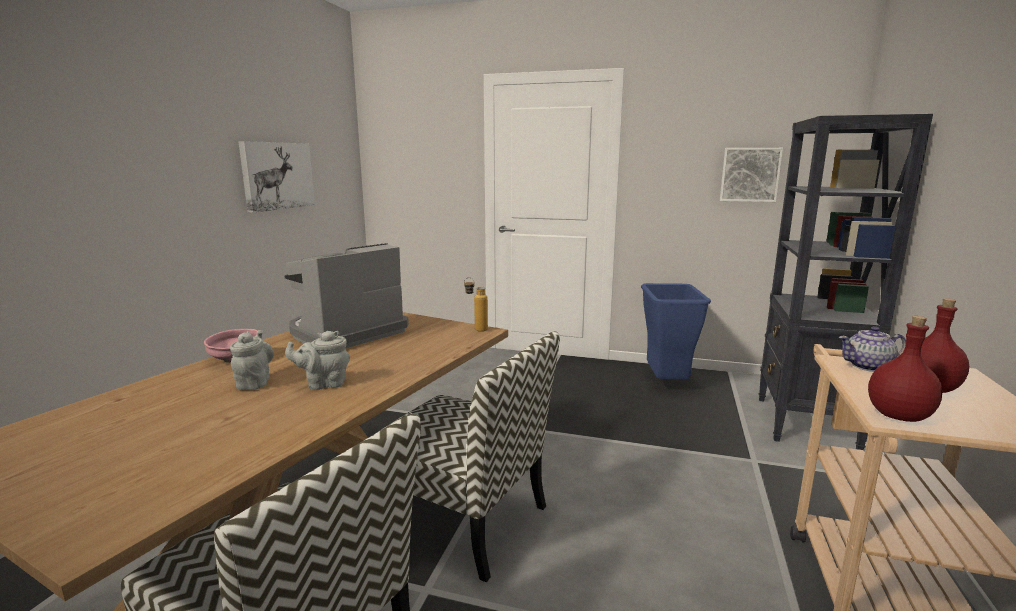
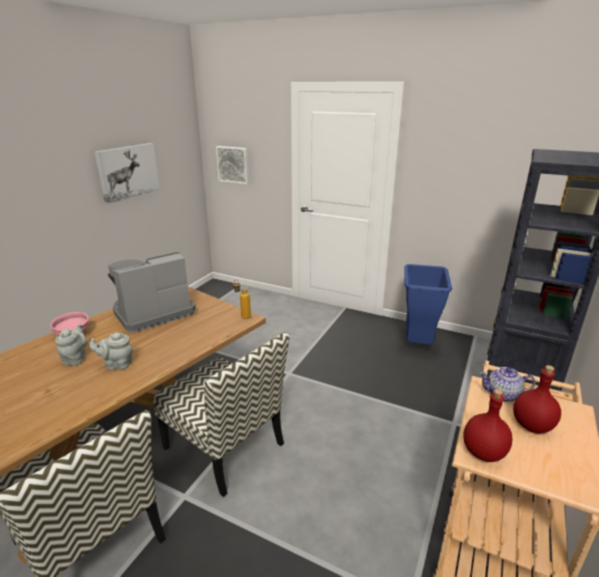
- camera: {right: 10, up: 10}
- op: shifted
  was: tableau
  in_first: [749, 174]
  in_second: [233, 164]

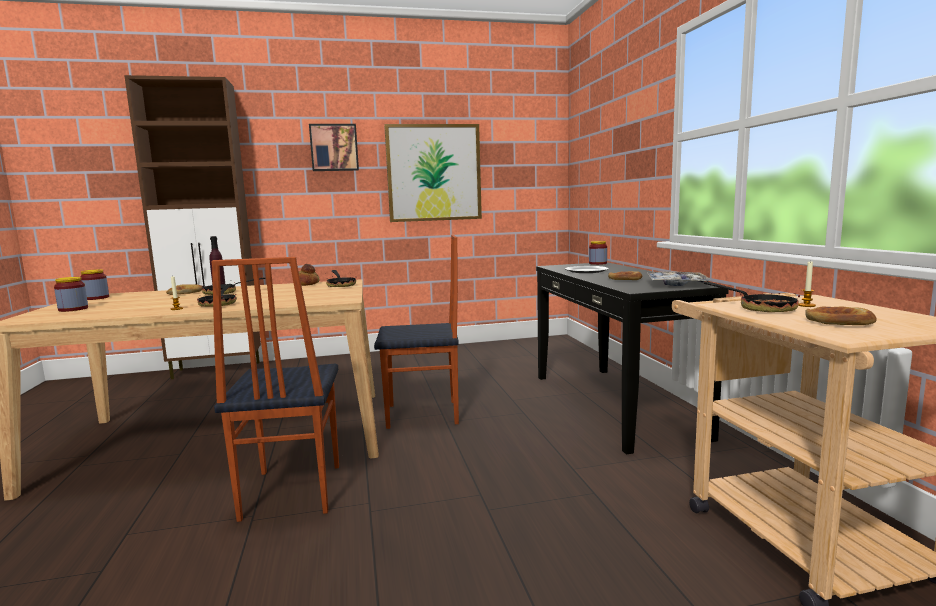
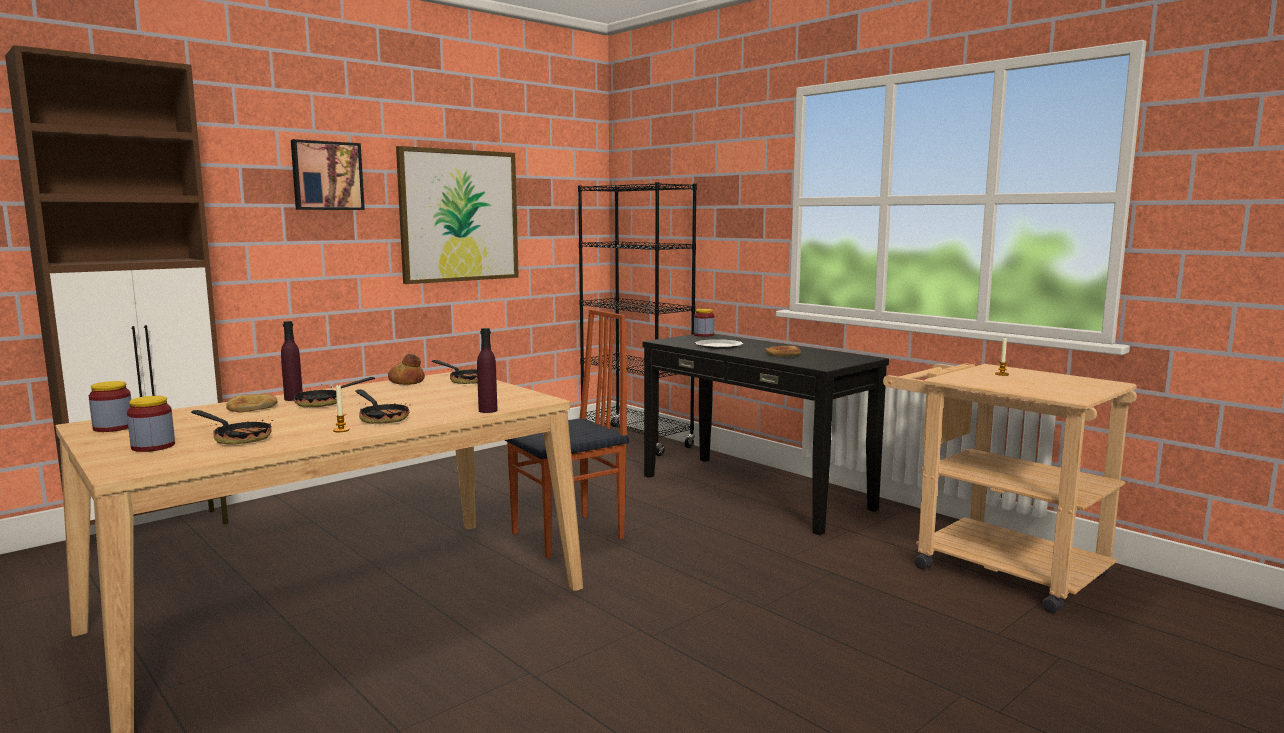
- camera: {right: -30, up: 0}
- op: shifted
  was: poêle
  in_first: [759, 308]
  in_second: [237, 438]
- op: new
  now: bouteille (violet)
  in_second: [488, 410]
- op: new
  now: bibliothèque (noir)
  in_second: [636, 440]
- op: gone
  was: chaise
  in_first: [290, 492]
- op: gone
  was: plateau
  in_first: [676, 284]
- op: gone
  was: pain
  in_first: [838, 321]

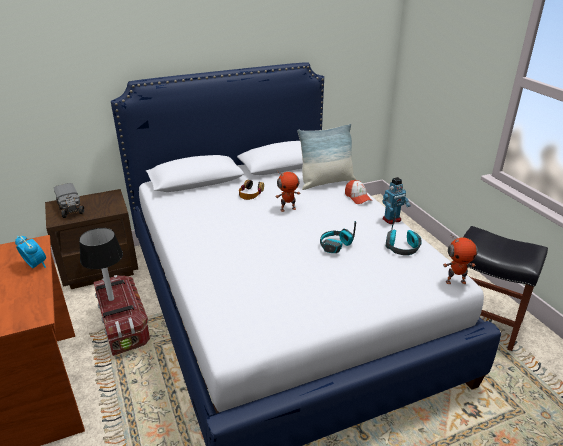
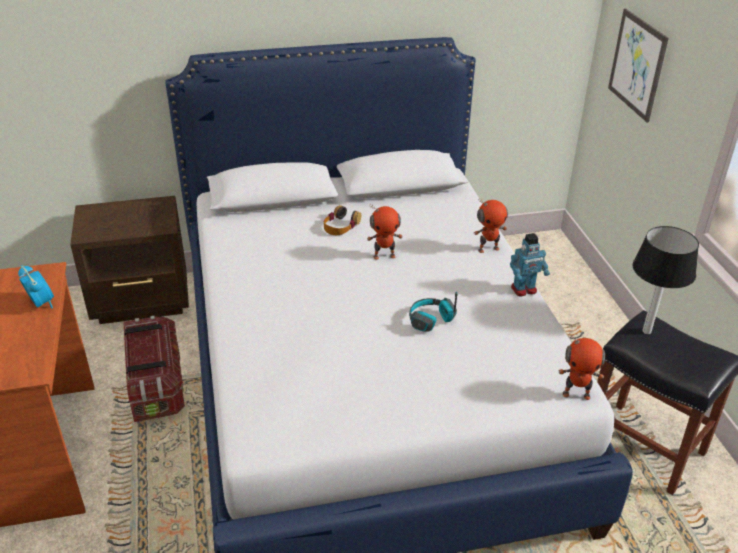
- camera: {right: 10, up: 5}
- op: swapped
  was: casquette
  now: robot jouet
  in_first: [357, 197]
  in_second: [488, 249]
- op: new
  now: tableau
  in_second: [637, 64]
- op: shifted
  was: lampe de table
  in_first: [111, 299]
  in_second: [647, 332]
- op: gone
  was: camion jouet
  in_first: [70, 208]
- op: gone
  was: coussin
  in_first: [326, 182]
- op: gone
  was: casque audio
  in_first: [402, 247]

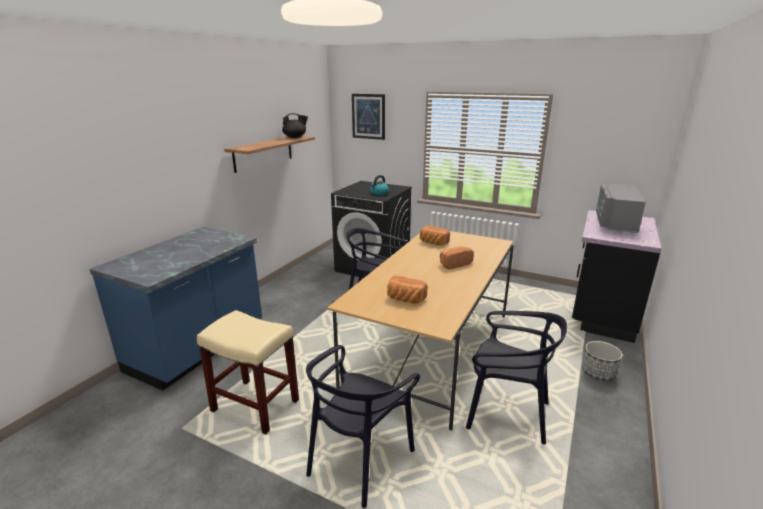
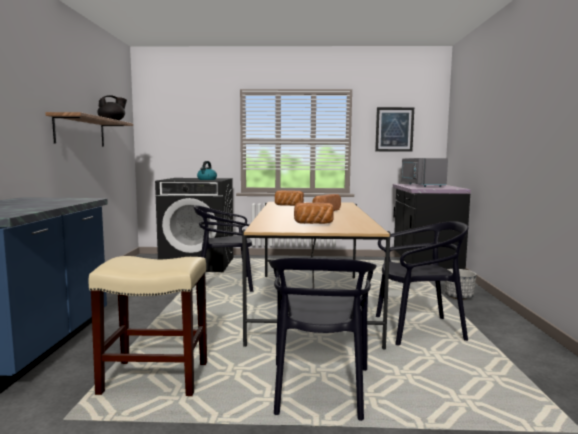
- camera: {right: -25, up: -15}
- op: shifted
  was: tableau
  in_first: [368, 116]
  in_second: [394, 129]

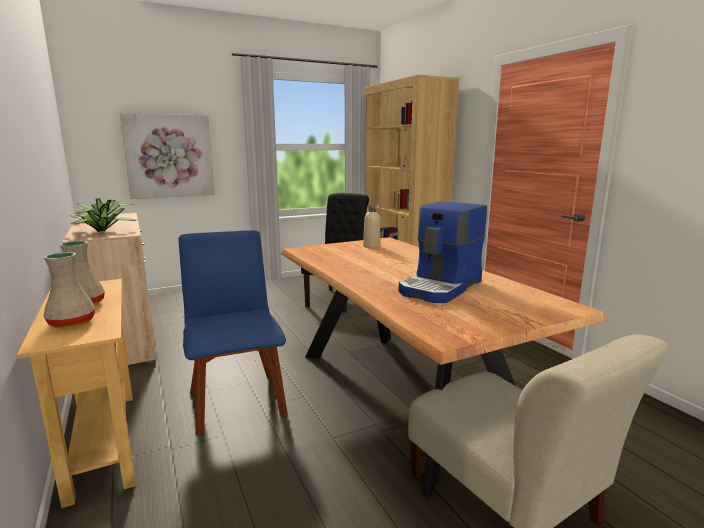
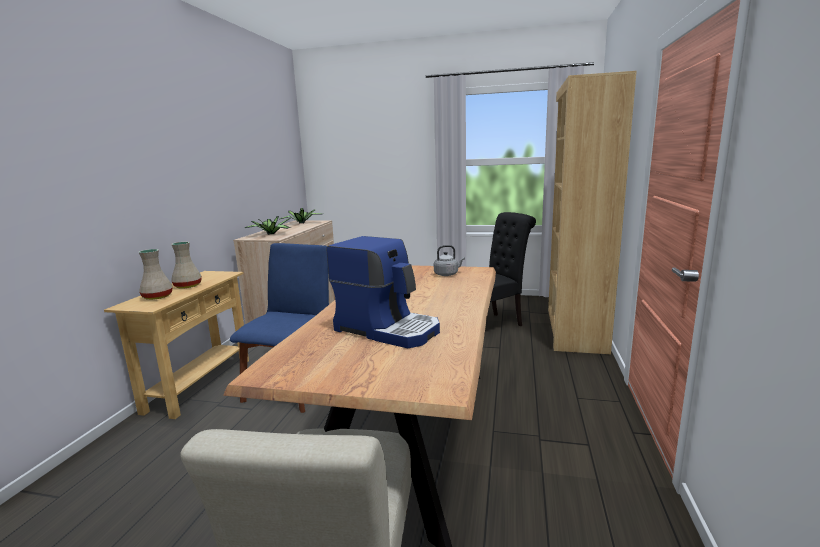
- camera: {right: 40, up: 0}
- op: rotated
  was: machine à café
  in_first: [441, 287]
  in_second: [388, 329]
  clockwise: -135
- op: swapped
  was: bouteille (beige)
  now: bouilloire (gris)
  in_first: [371, 246]
  in_second: [447, 274]
- op: gone
  was: tableau
  in_first: [169, 156]

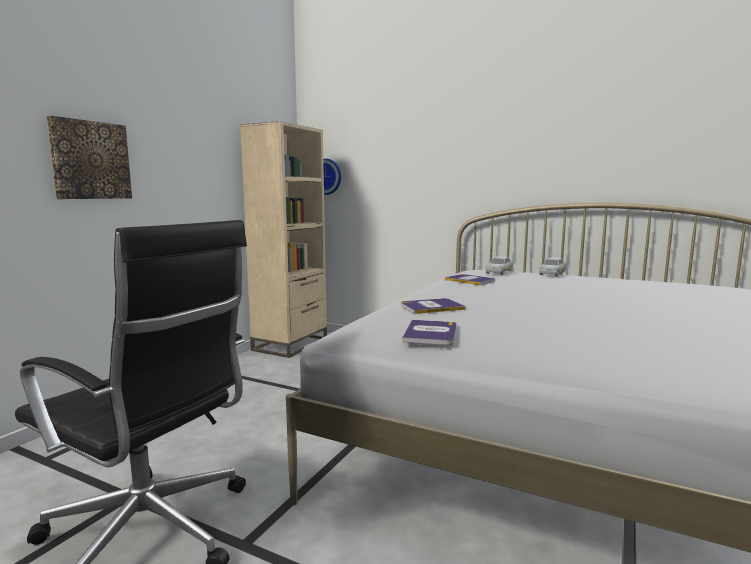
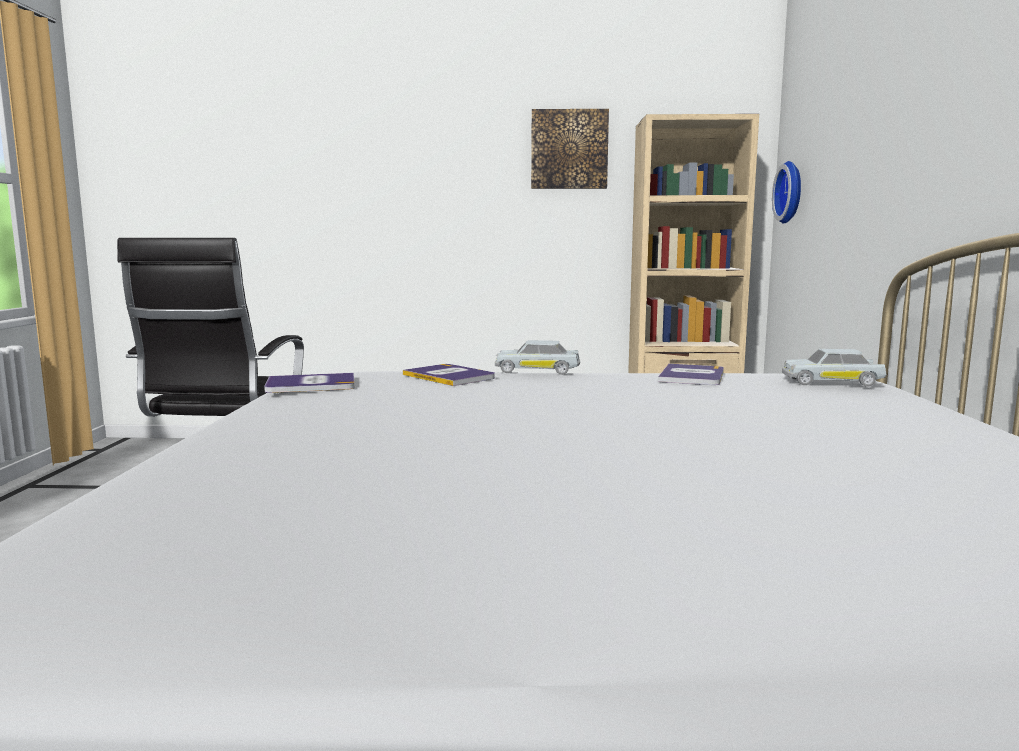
- camera: {right: 65, up: 0}
- op: shifted
  was: petite voiture (blanc)
  in_first: [552, 273]
  in_second: [537, 371]
- op: shifted
  was: tableau
  in_first: [90, 160]
  in_second: [569, 149]

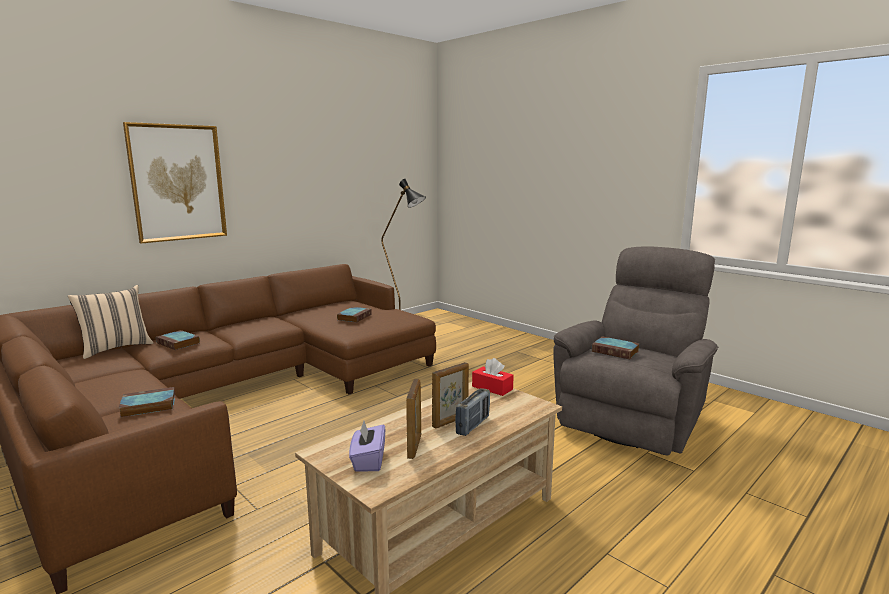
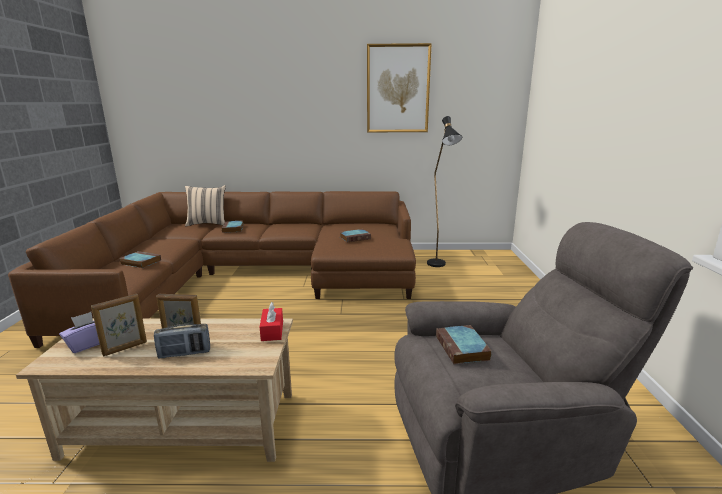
- camera: {right: 45, up: 5}
- op: shifted
  was: tableau
  in_first: [177, 183]
  in_second: [398, 89]

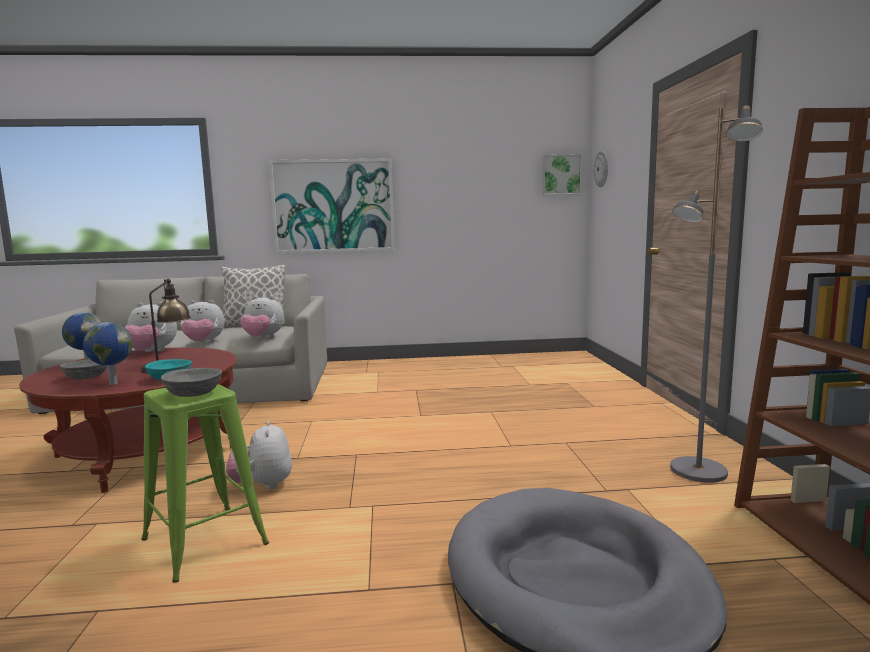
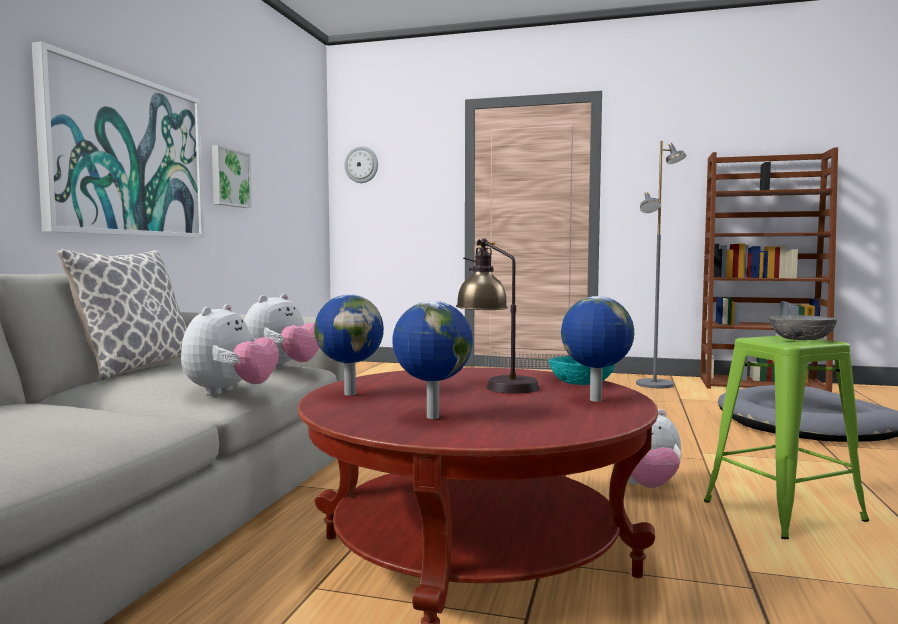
- camera: {right: -70, up: -5}
- op: shifted
  was: tableau
  in_first: [561, 175]
  in_second: [229, 178]
- op: swapped
  was: peluche
  now: globe
  in_first: [151, 352]
  in_second: [350, 394]
- op: gone
  was: bol (gris)
  in_first: [86, 377]

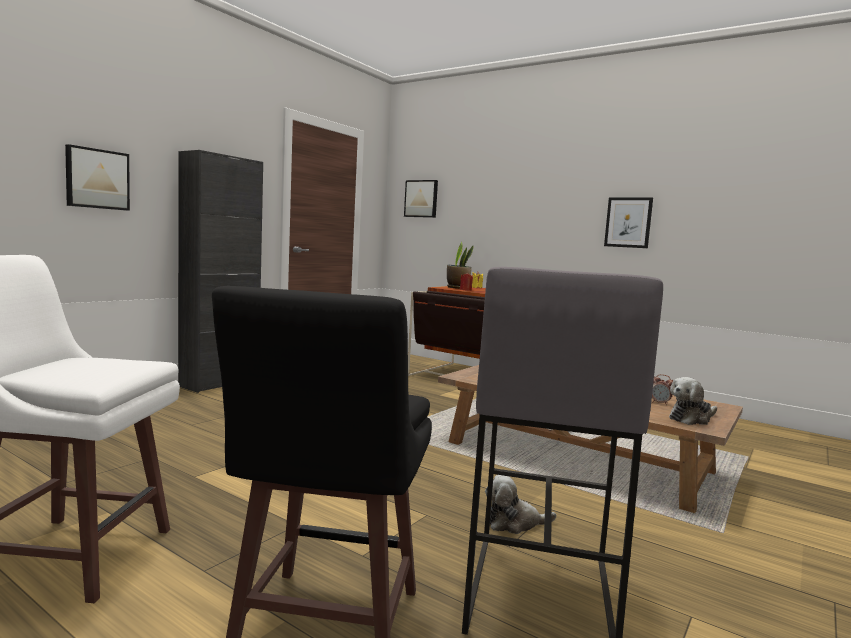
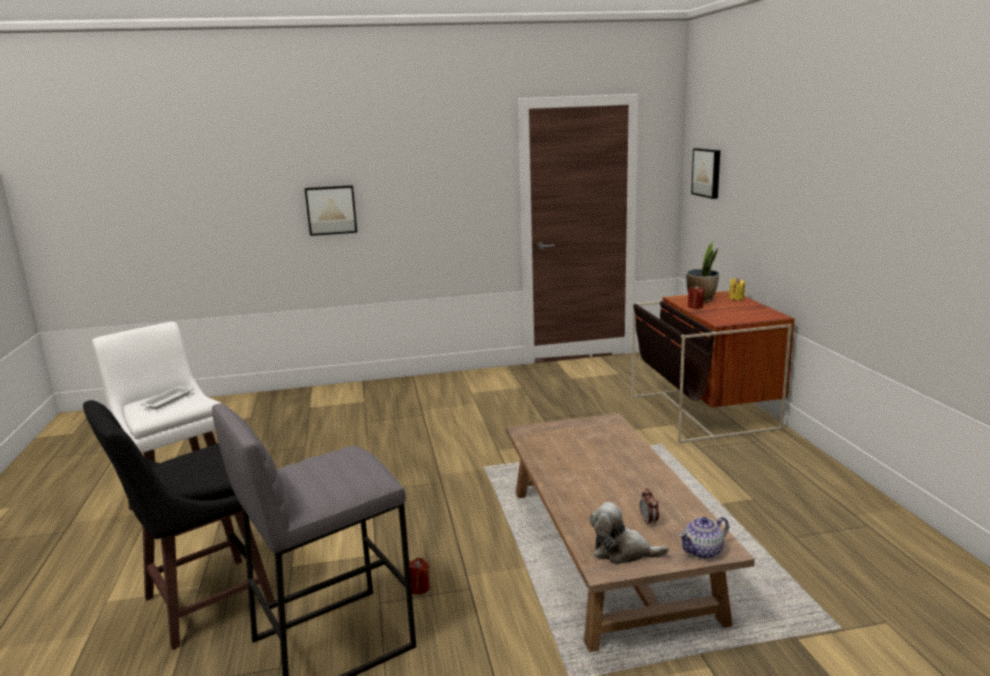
- camera: {right: 45, up: 10}
- op: new
  now: plateau (blanc)
  in_second: [167, 401]
- op: swapped
  was: peluche
  now: bougie (rouge)
  in_first: [514, 523]
  in_second: [418, 587]
- op: new
  now: théière
  in_second: [703, 551]
- op: gone
  was: meuble de rangement (noir)
  in_first: [219, 383]
- op: gone
  was: tableau
  in_first: [628, 222]

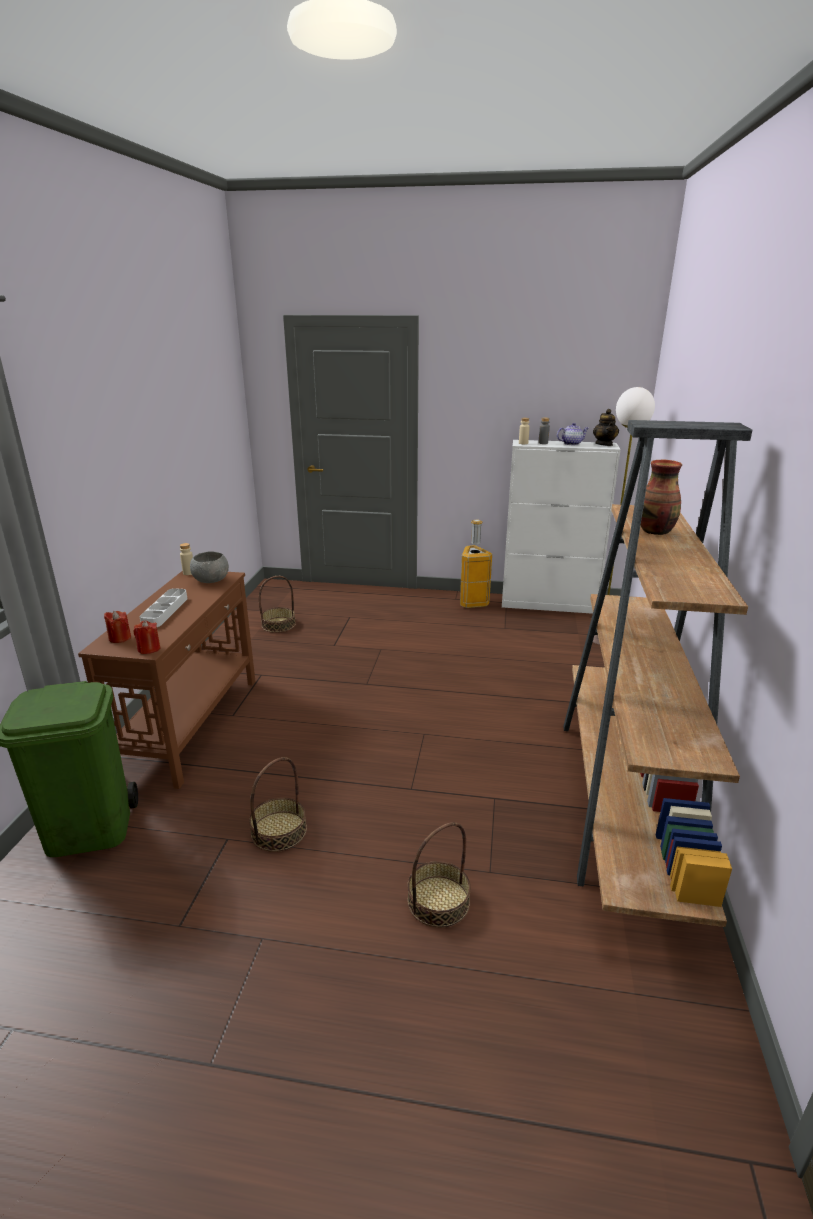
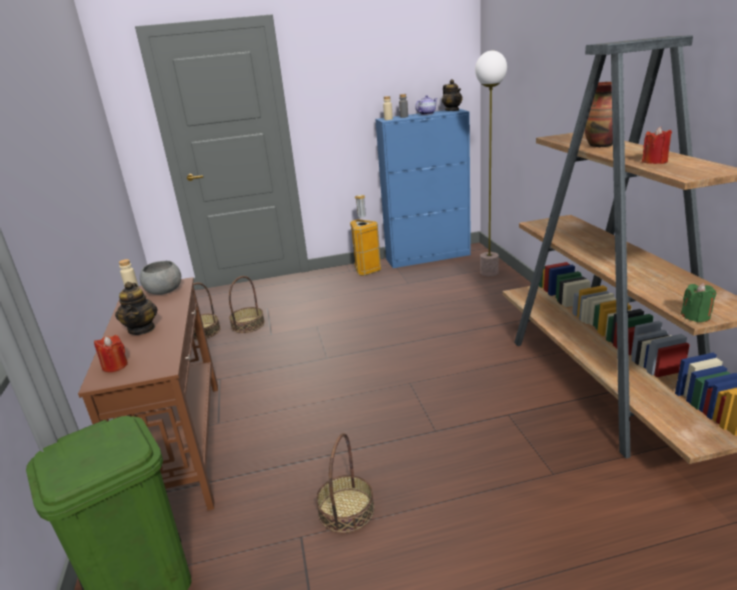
- camera: {right: -20, up: 0}
- op: swapped
  was: plateau (gris)
  now: théière
  in_first: [165, 611]
  in_second: [142, 329]
- op: shifted
  was: panier
  in_first: [438, 901]
  in_second: [248, 325]
- op: repainted
  was: meuble de rangement (blanc)
  now: meuble de rangement (bleu)
  in_first: [549, 604]
  in_second: [428, 257]
- op: shifted
  was: bougie (rouge)
  in_first: [149, 649]
  in_second: [654, 162]
- op: new
  now: bougie (vert)
  in_second: [696, 316]

